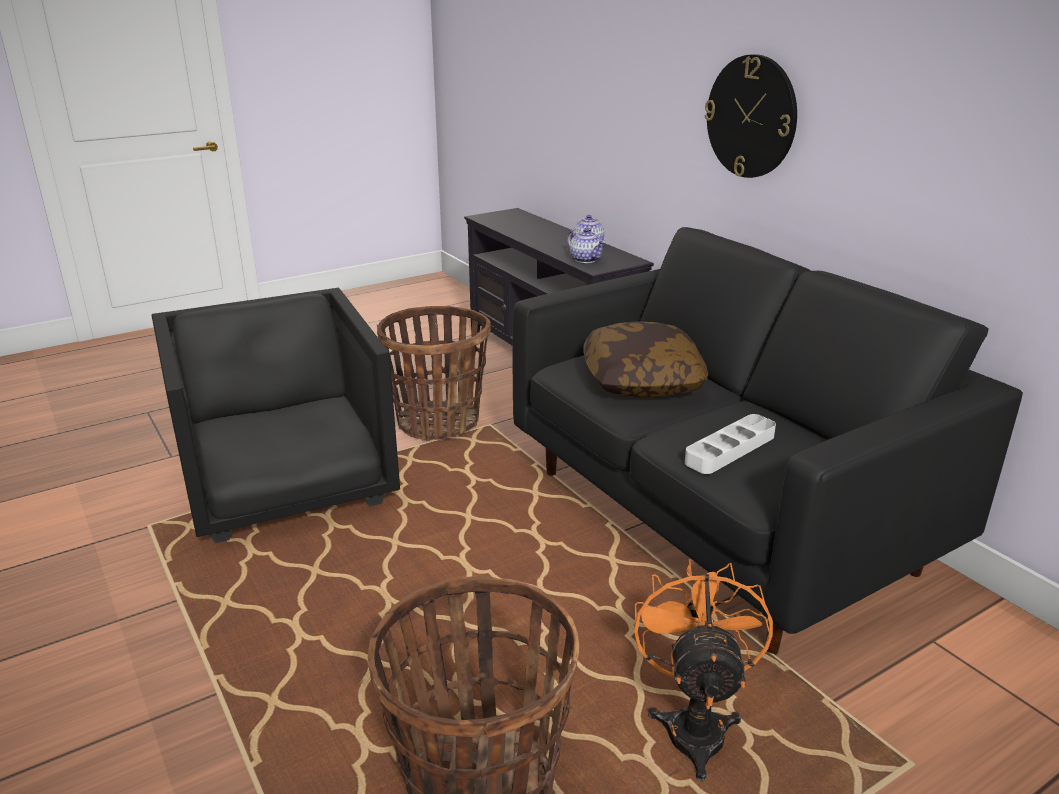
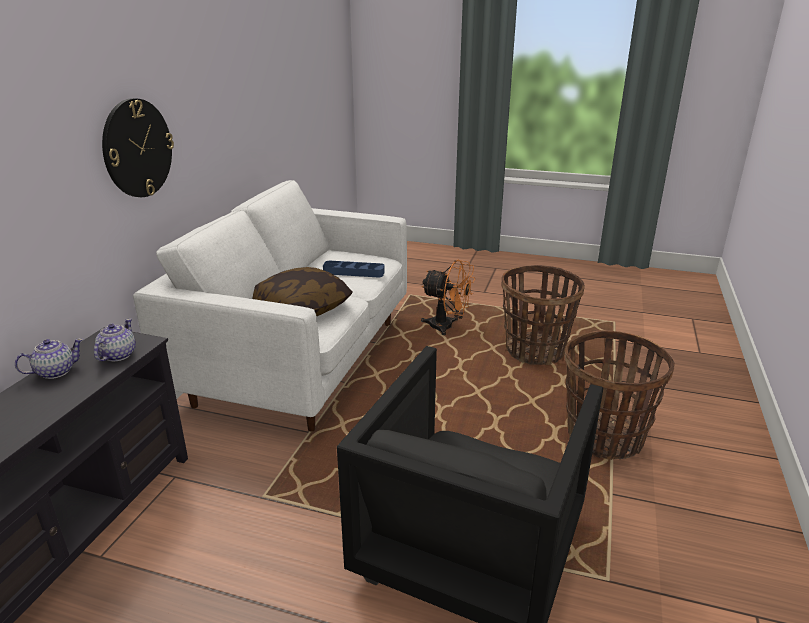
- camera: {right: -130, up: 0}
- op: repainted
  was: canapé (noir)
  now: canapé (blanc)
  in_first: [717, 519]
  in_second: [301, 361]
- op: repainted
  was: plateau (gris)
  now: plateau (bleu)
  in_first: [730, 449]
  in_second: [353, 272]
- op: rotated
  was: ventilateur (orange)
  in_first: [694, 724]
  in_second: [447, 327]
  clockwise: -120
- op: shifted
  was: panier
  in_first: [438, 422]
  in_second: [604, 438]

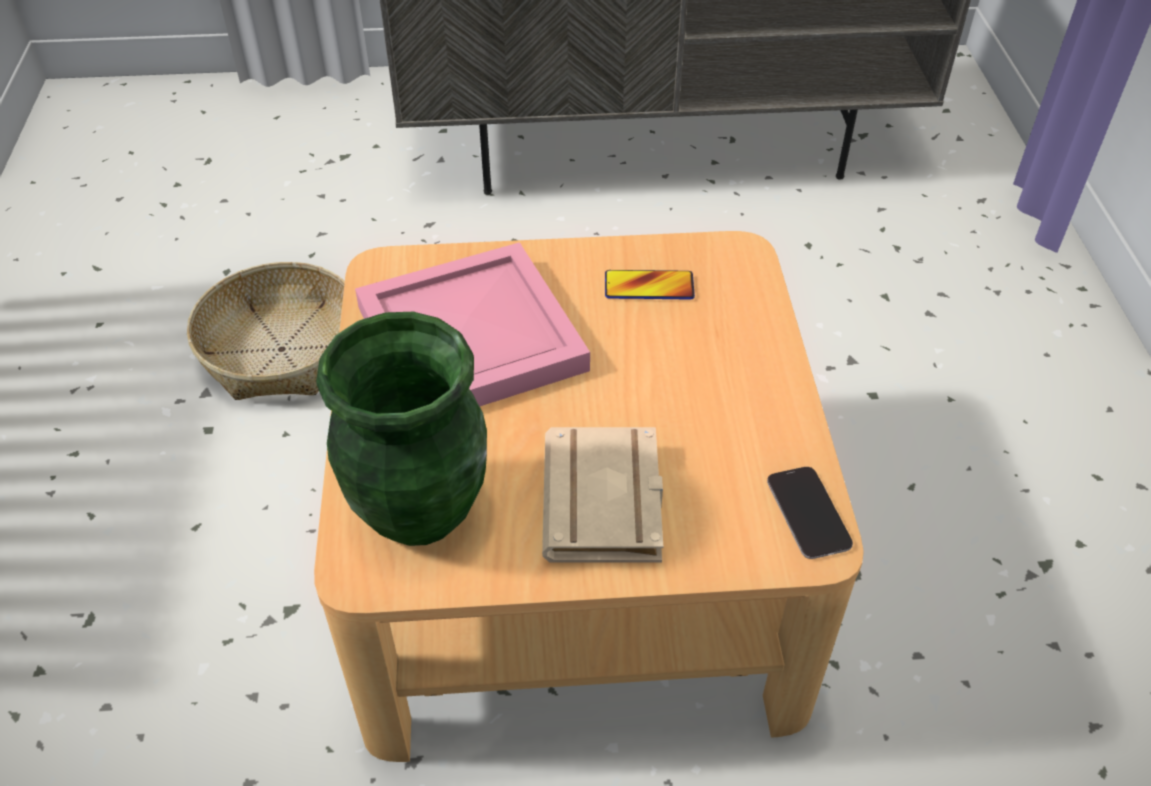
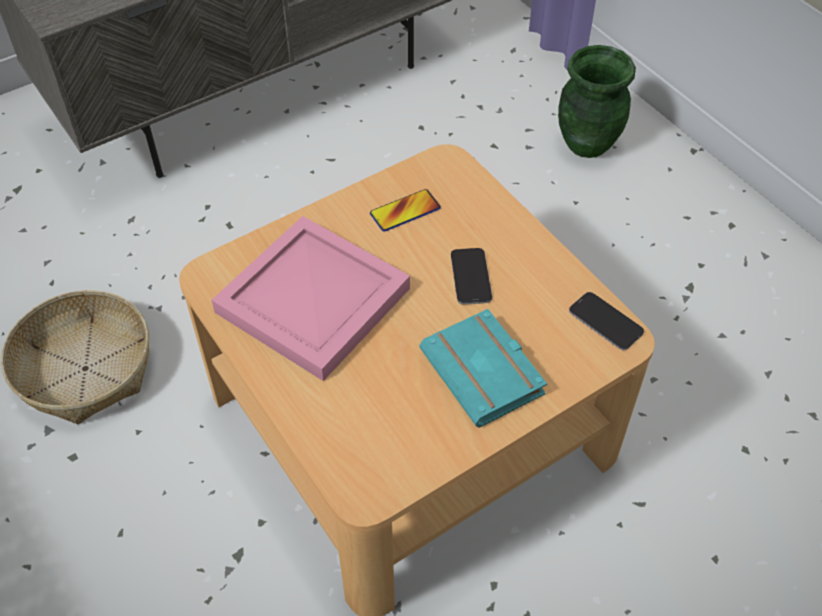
- camera: {right: -30, up: 5}
- op: repainted
  was: livre (beige)
  now: livre (turquoise)
  in_first: [607, 505]
  in_second: [486, 373]
- op: new
  now: téléphone
  in_second: [470, 277]
- op: shifted
  was: vase (vert)
  in_first: [420, 509]
  in_second: [586, 143]

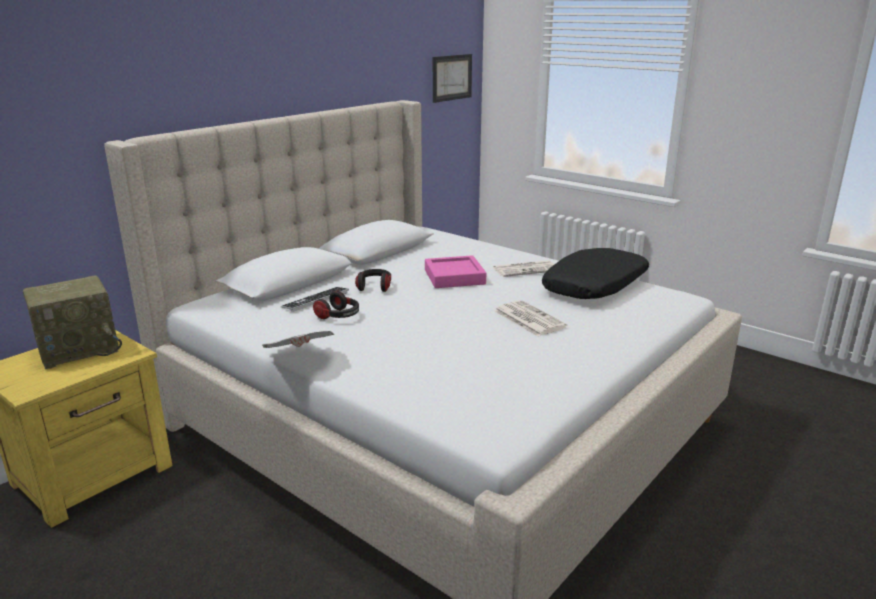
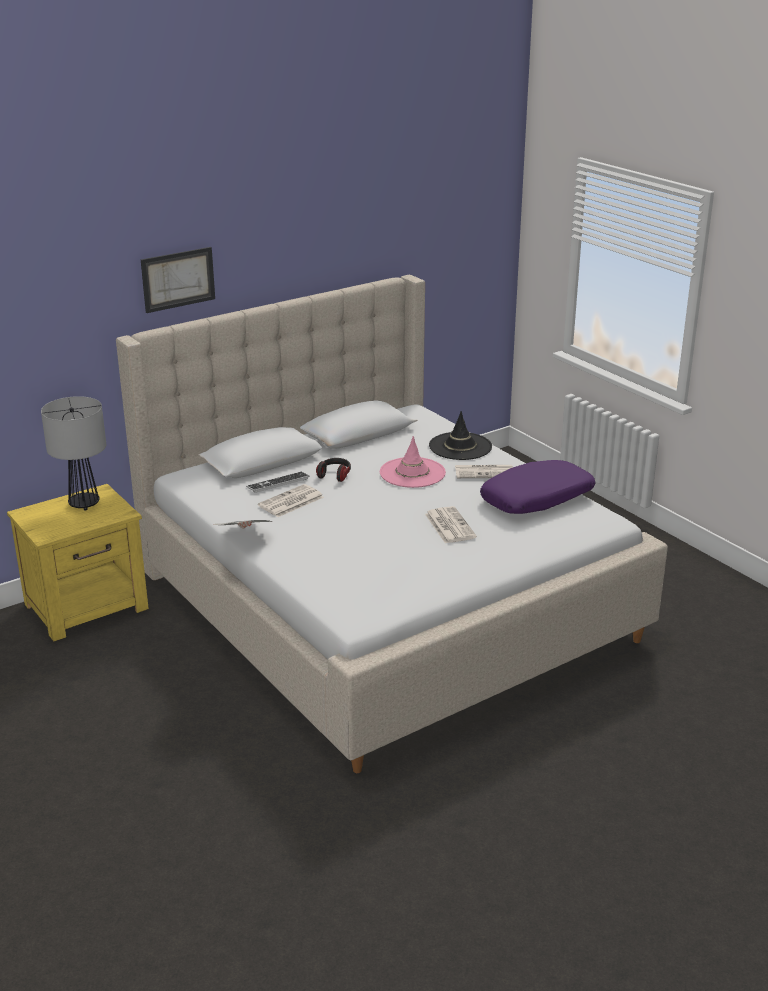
- camera: {right: 15, up: 5}
- op: swapped
  was: radio
  now: lampe de table
  in_first: [80, 349]
  in_second: [84, 504]
- op: shifted
  was: tableau
  in_first: [451, 77]
  in_second: [178, 279]
- op: swapped
  was: casque audio
  now: journal
  in_first: [339, 316]
  in_second: [290, 502]
- op: swapped
  was: plateau (rose)
  now: chapeau (rose)
  in_first: [454, 277]
  in_second: [412, 473]
- op: new
  now: chapeau (noir)
  in_second: [460, 446]
- op: repainted
  was: coussin (noir)
  now: coussin (violet)
  in_first: [595, 286]
  in_second: [537, 499]

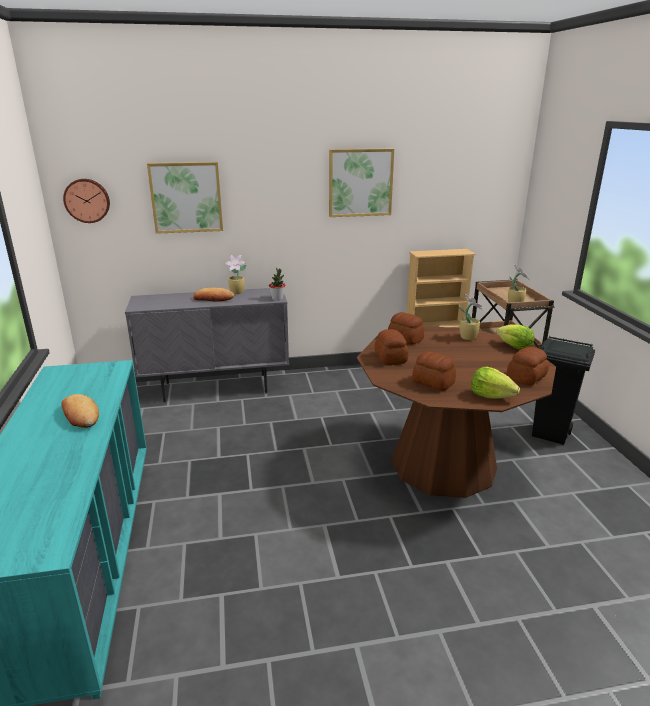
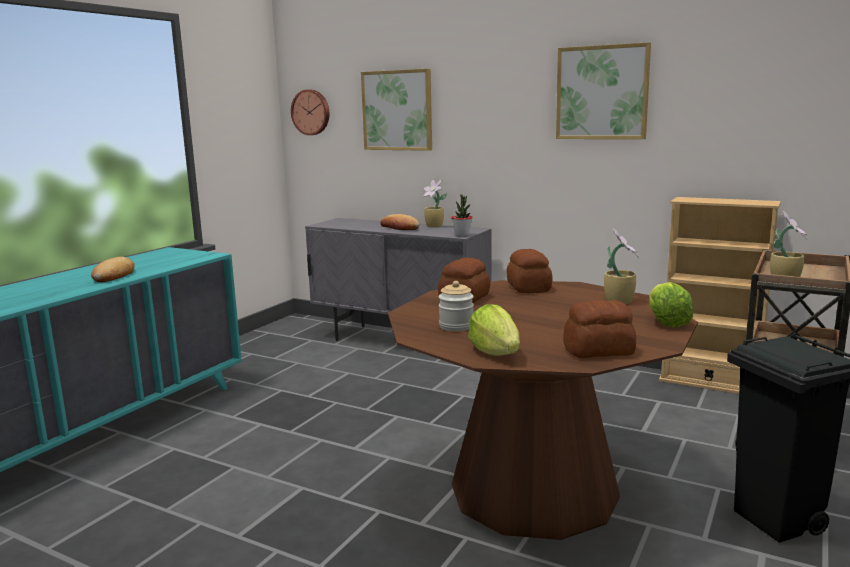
- camera: {right: 40, up: -10}
- op: swapped
  was: pain
  now: bocal
  in_first: [433, 382]
  in_second: [456, 326]

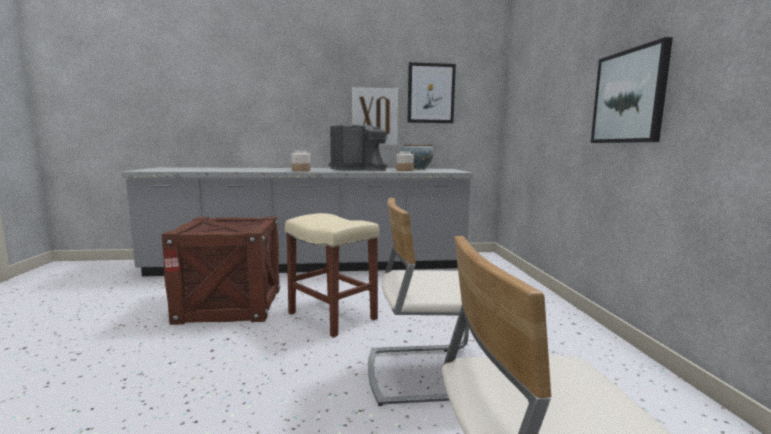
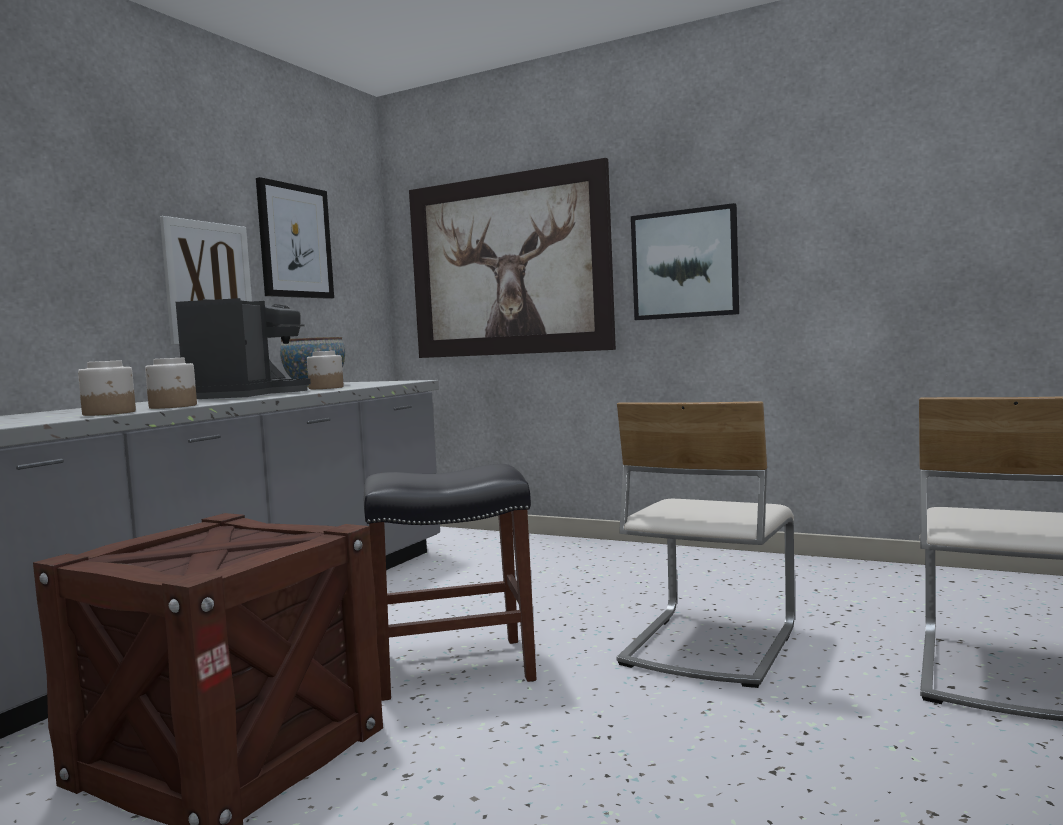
- camera: {right: -55, up: -5}
- op: new
  now: bocal
  in_second: [110, 413]
- op: repainted
  was: tabouret (beige)
  now: tabouret (noir)
  in_first: [333, 316]
  in_second: [456, 667]
- op: new
  now: tableau
  in_second: [508, 265]

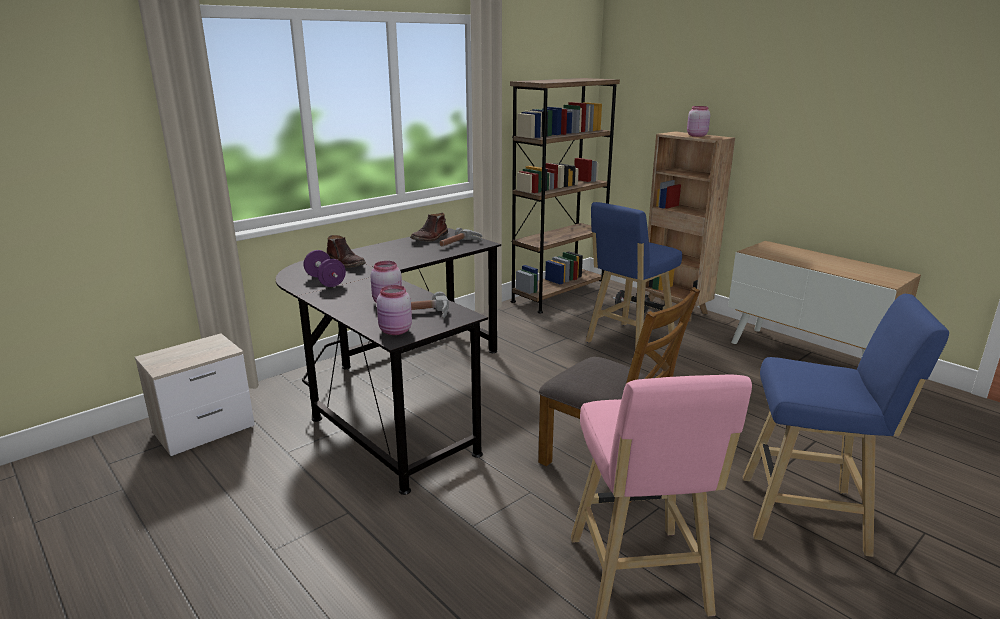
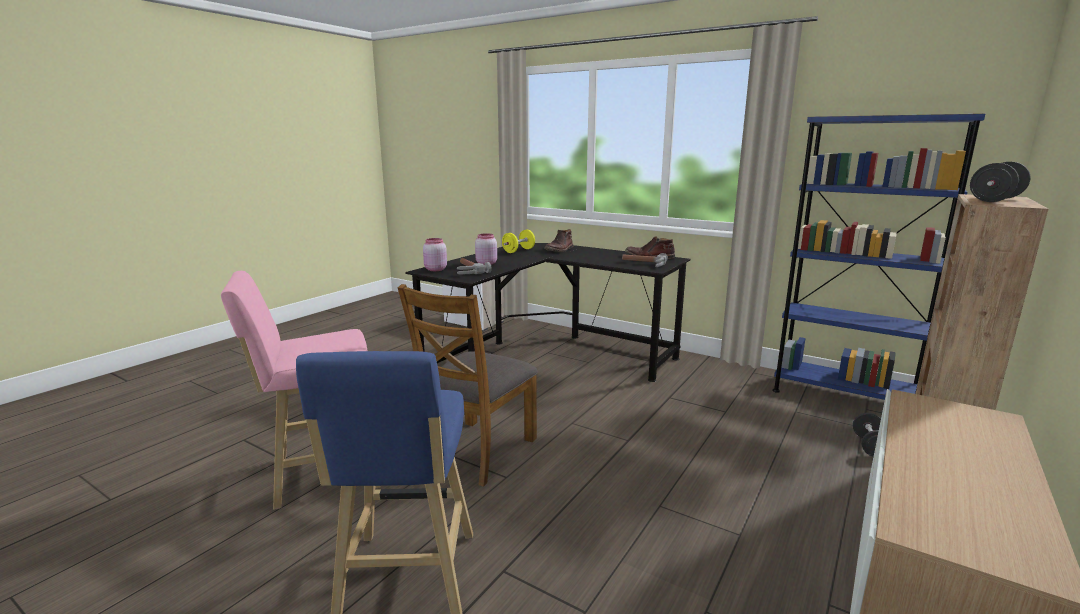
- camera: {right: 75, up: -5}
- op: repainted
  was: haltère (violet)
  now: haltère (jaune)
  in_first: [325, 281]
  in_second: [518, 250]
- op: repainted
  was: bibliothèque (marron)
  now: bibliothèque (bleu)
  in_first: [558, 295]
  in_second: [842, 396]
- op: swapped
  was: bocal (rose)
  now: haltère (noir)
  in_first: [696, 135]
  in_second: [995, 200]
- op: gone
  was: tabouret (bleu)
  in_first: [627, 342]

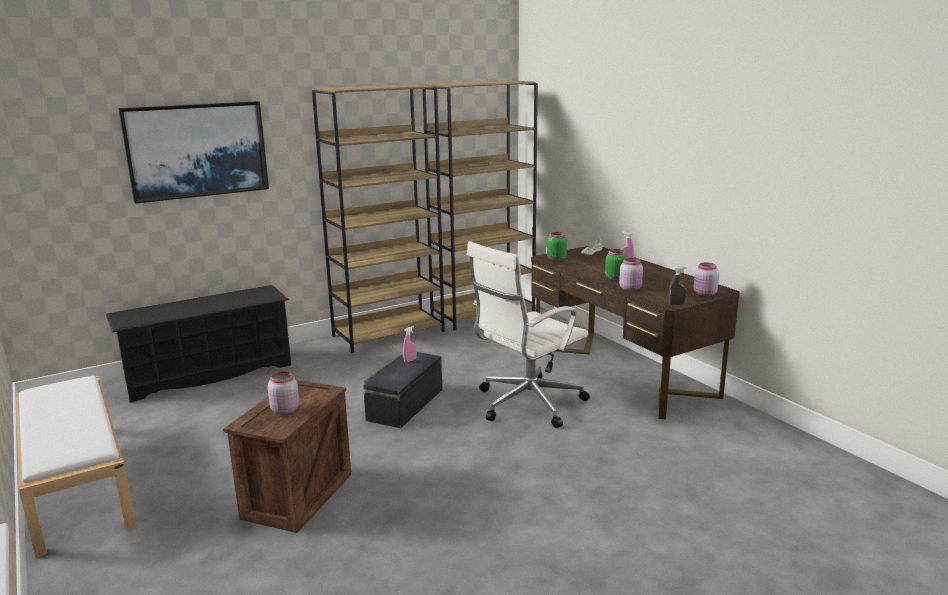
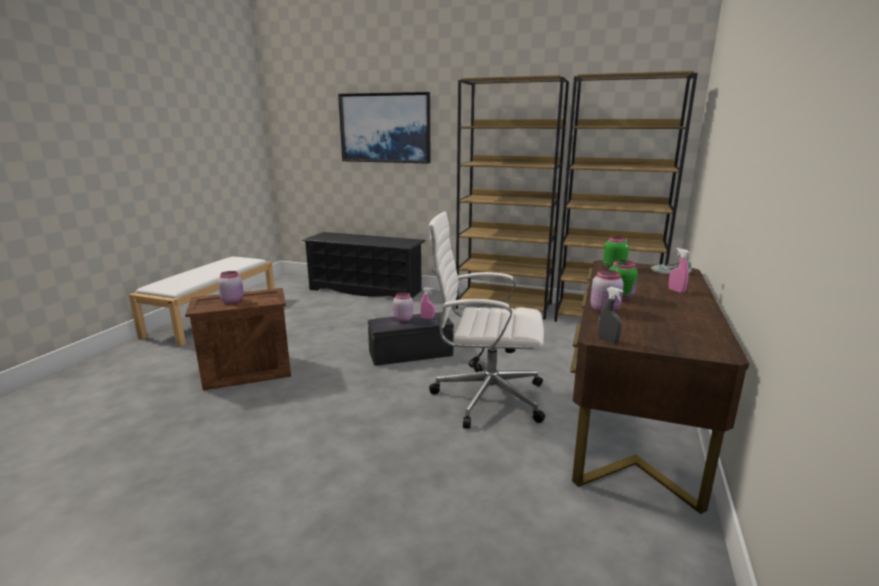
- camera: {right: 50, up: 0}
- op: shifted
  was: bocal (rose)
  in_first: [704, 294]
  in_second: [402, 319]

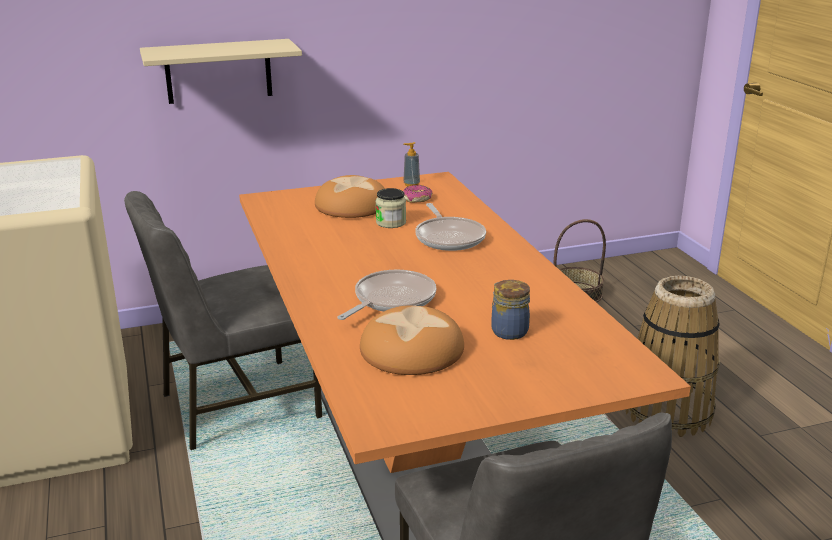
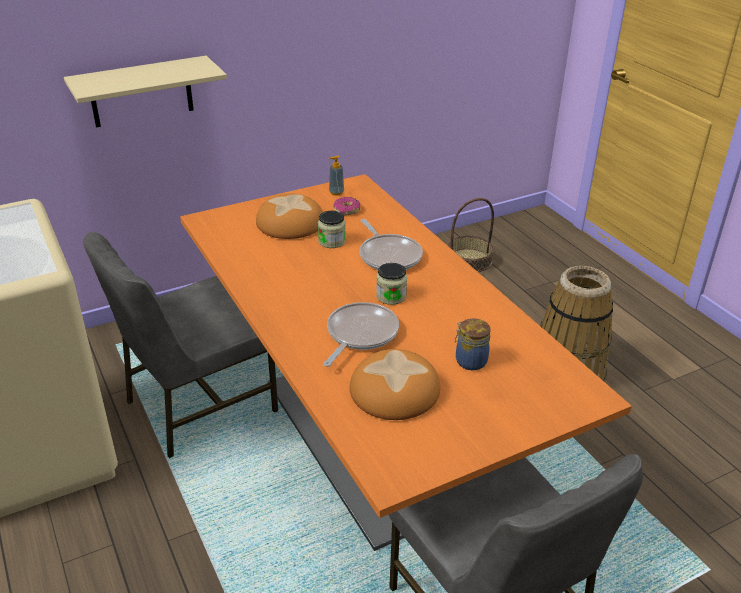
- camera: {right: -10, up: 10}
- op: new
  now: bocal
  in_second: [391, 296]

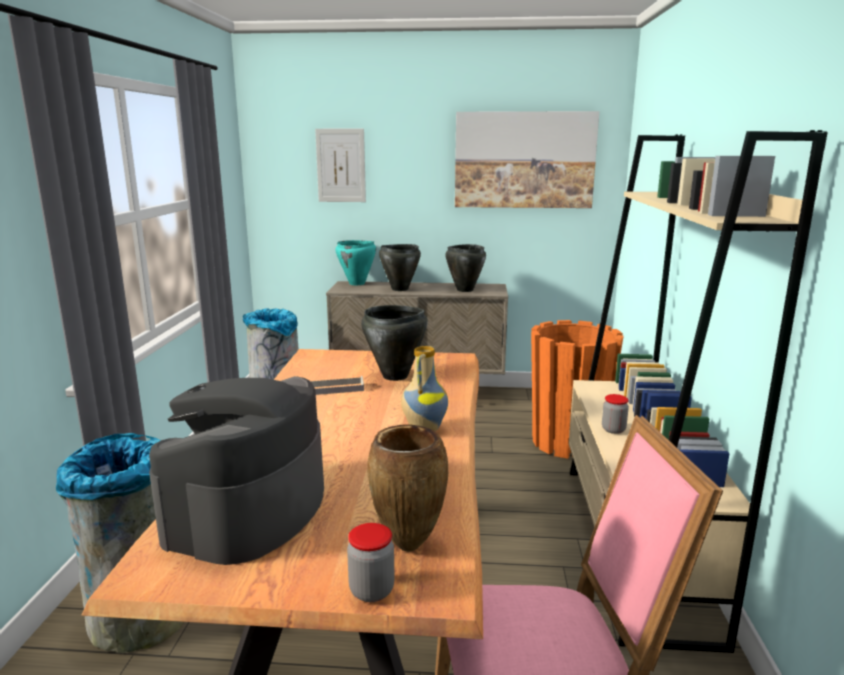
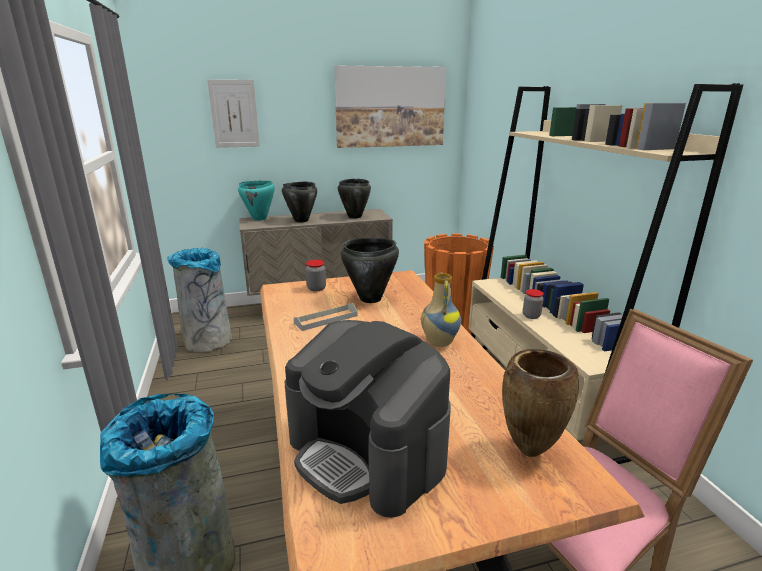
- camera: {right: -20, up: 5}
- op: rotated
  was: machine à café
  in_first: [247, 510]
  in_second: [367, 452]
  clockwise: -45
- op: shifted
  was: bocal
  in_first: [371, 590]
  in_second: [316, 288]

